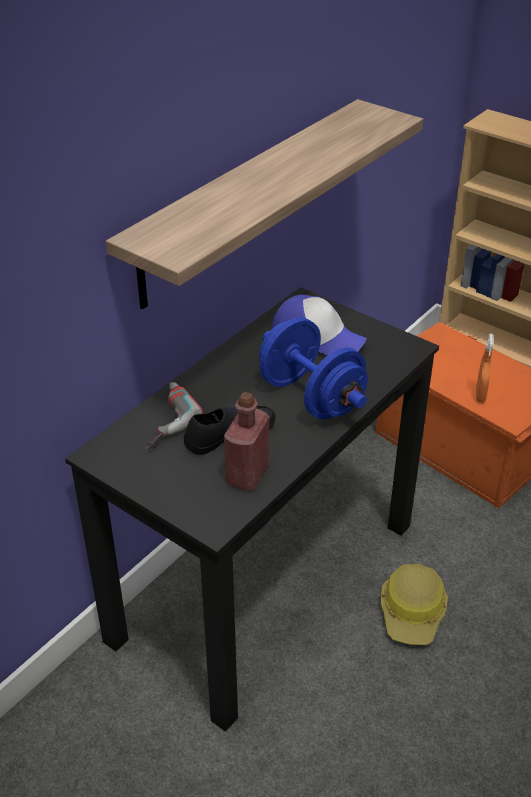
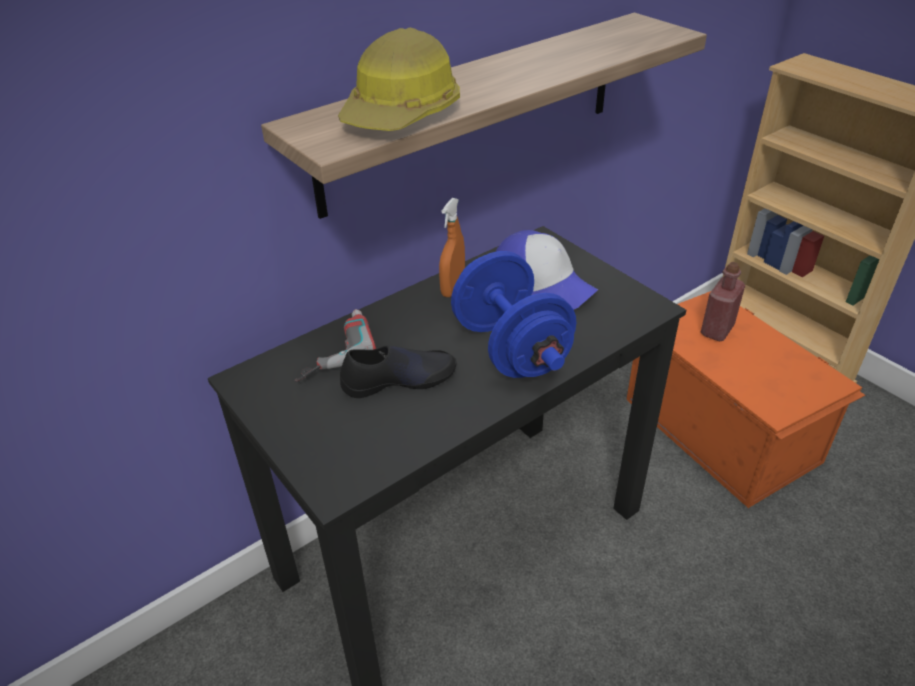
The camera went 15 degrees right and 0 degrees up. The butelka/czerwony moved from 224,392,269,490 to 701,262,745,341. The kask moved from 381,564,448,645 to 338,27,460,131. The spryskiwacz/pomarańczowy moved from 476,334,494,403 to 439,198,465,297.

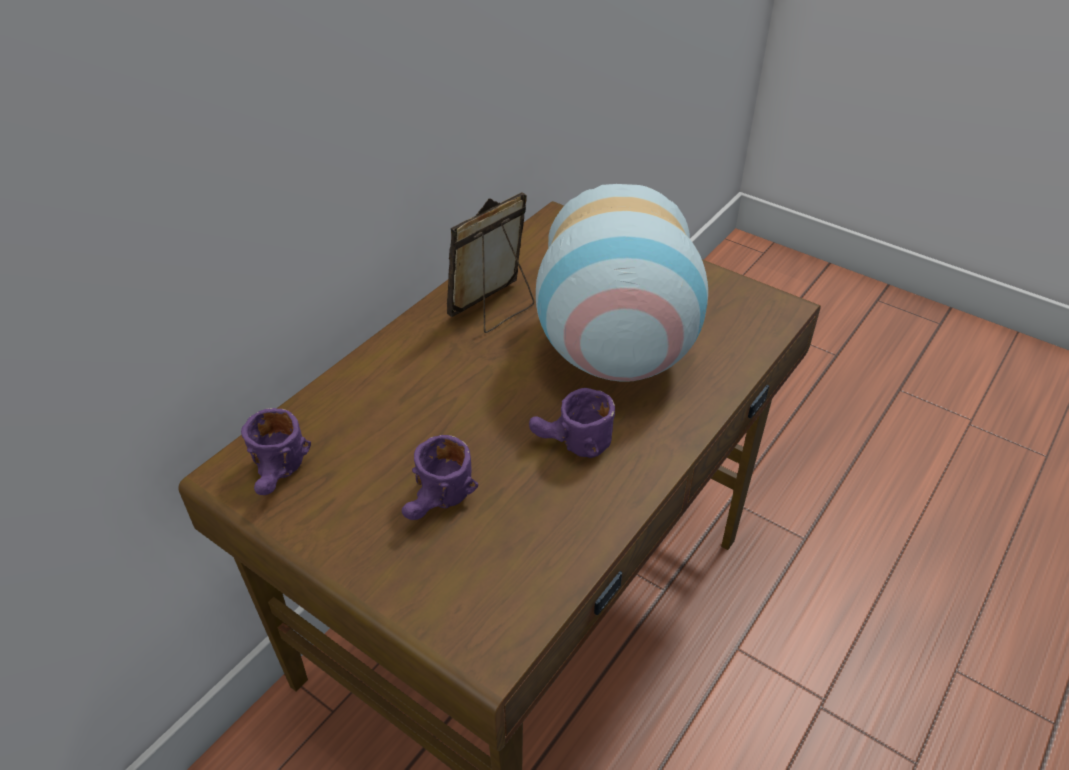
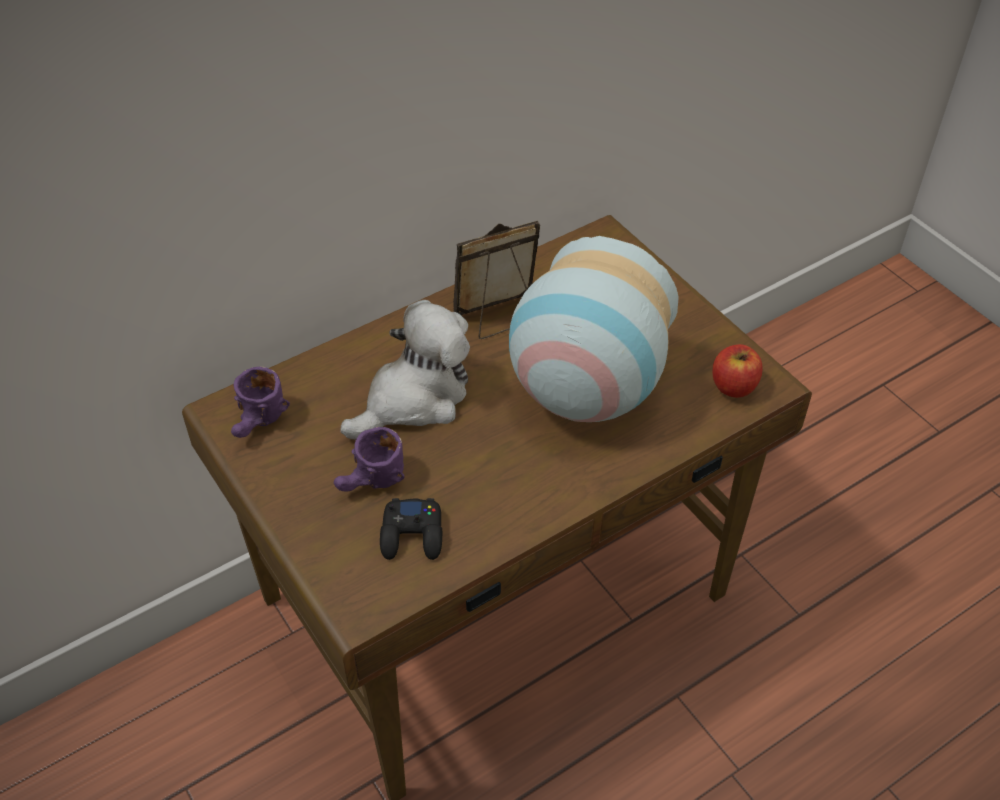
The camera went 20 degrees right and 5 degrees up. The kubek/fioletowy at 529,388,615,458 disappeared. The pluszak at 341,300,470,439 appeared. The pad do gier/czarny at 380,498,442,560 appeared. The jabłko at 712,344,762,398 appeared.

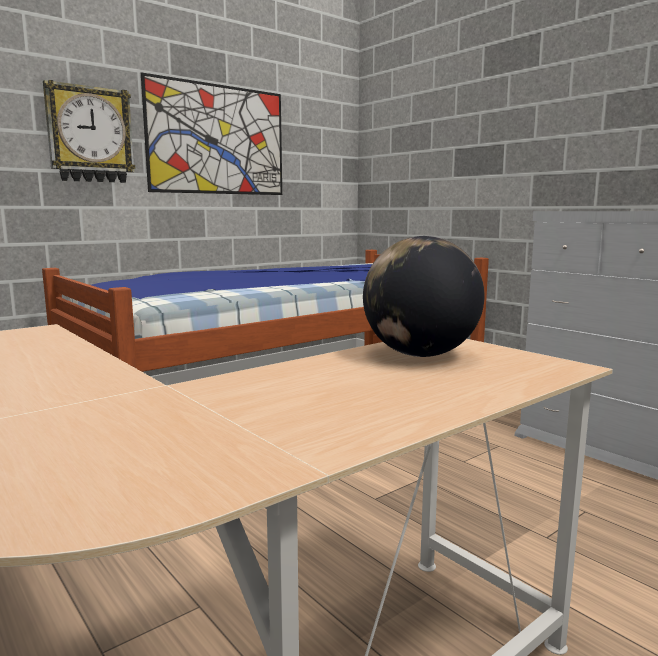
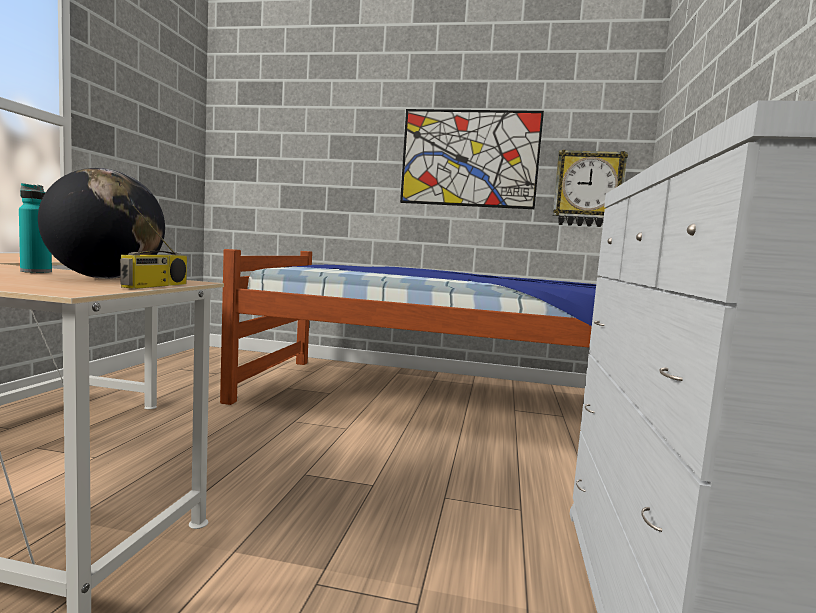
The camera went 50 degrees right and 5 degrees down. The zegar ścienny moved from 43,80,135,183 to 553,150,628,227. The butelka/turkusowy at 19,183,52,273 appeared. The radio at 120,205,187,289 appeared.

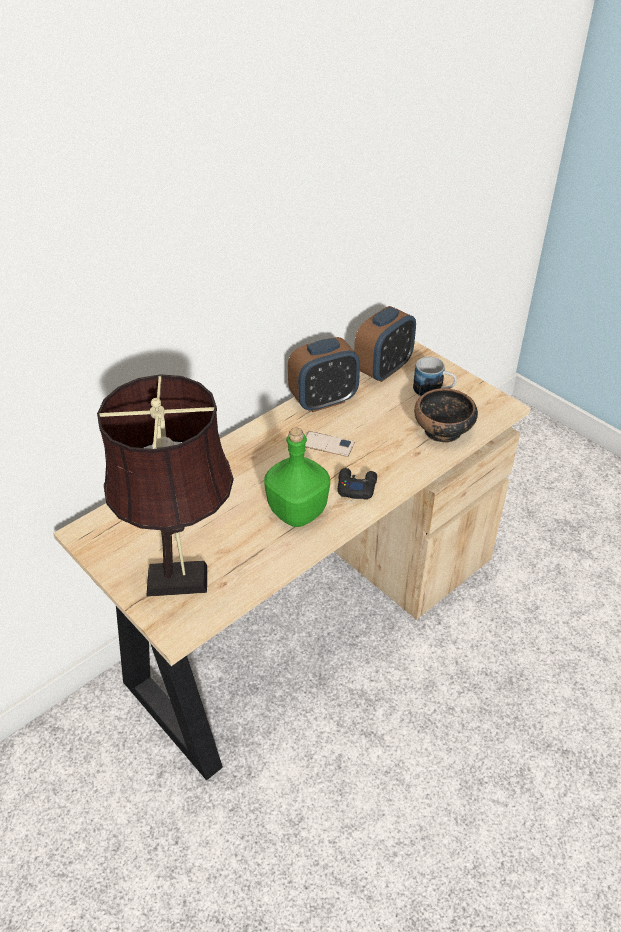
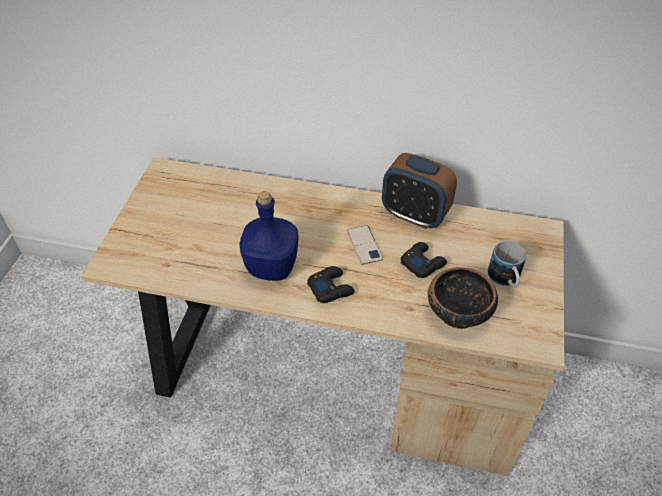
The camera went 55 degrees right and 5 degrees up. The lampa stołowa/brązowy at 97,374,234,597 disappeared. The butelka/zielony at 264,428,330,527 became the butelka/niebieski at 239,191,299,281. The budzik at 354,306,416,382 disappeared. The pad do gier/czarny at 401,242,447,278 appeared.

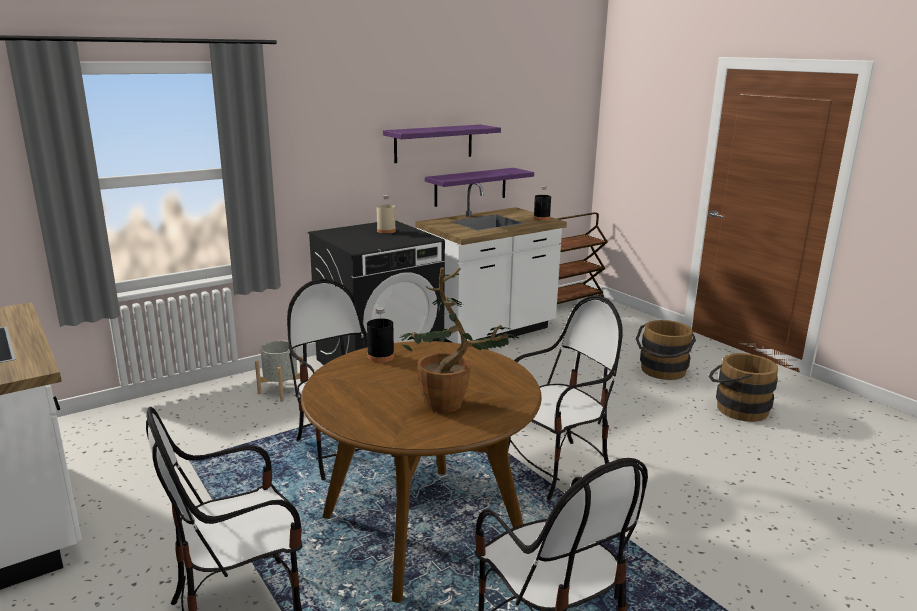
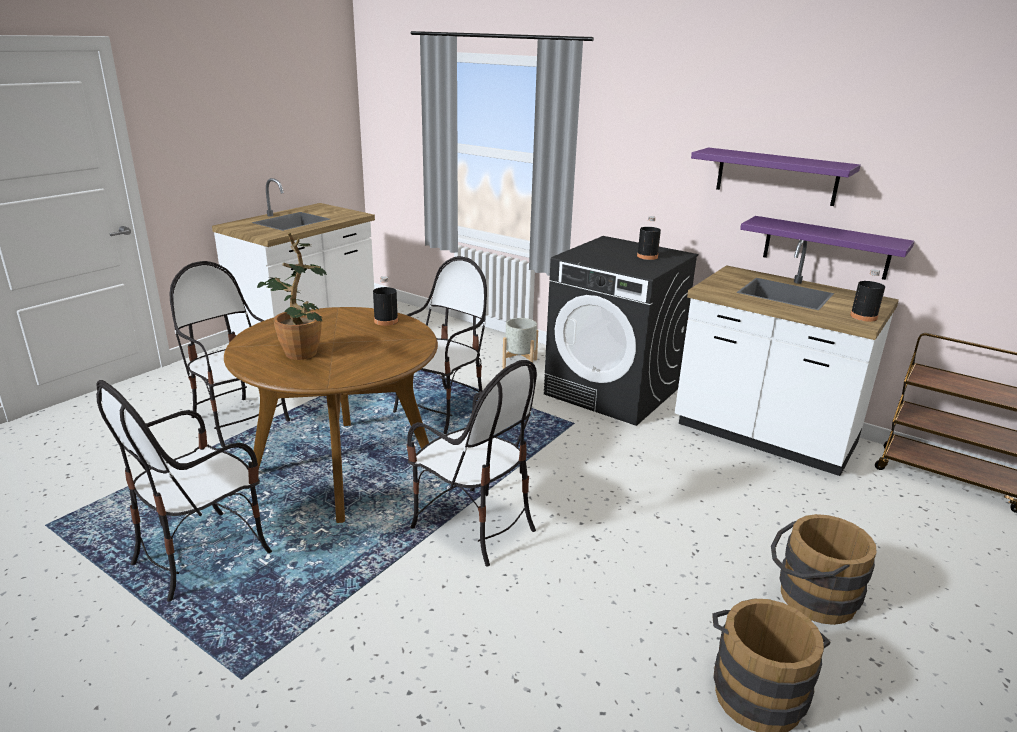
The camera went 70 degrees right and 5 degrees up. The butelka/beżowy at 377,195,396,234 became the butelka/czarny at 637,216,661,260.

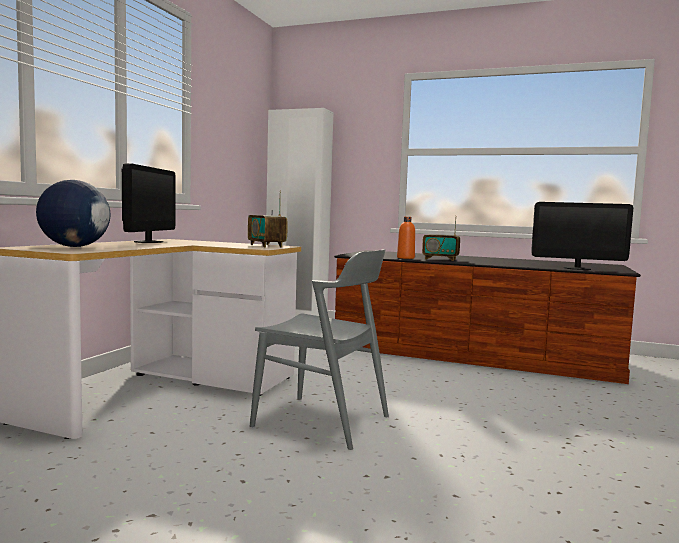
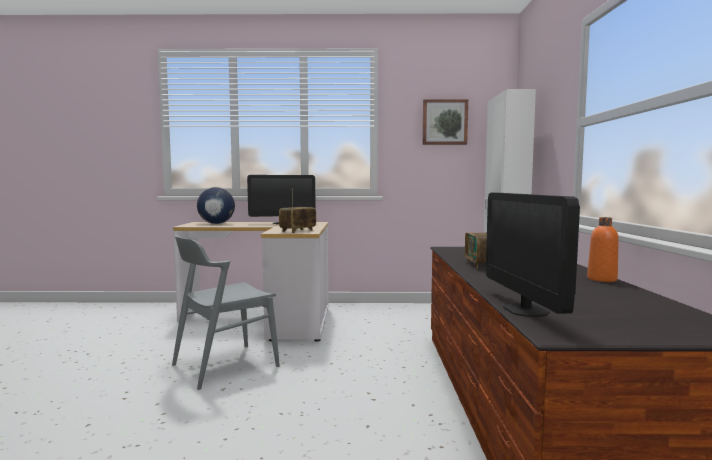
The camera went 70 degrees right and 0 degrees up. The krzesło/szary at 250,249,389,450 turned 45 degrees clockwise. The butelka/pomarańczowy moved from 397,217,415,259 to 587,217,619,282. The obraz at 422,99,468,145 appeared.

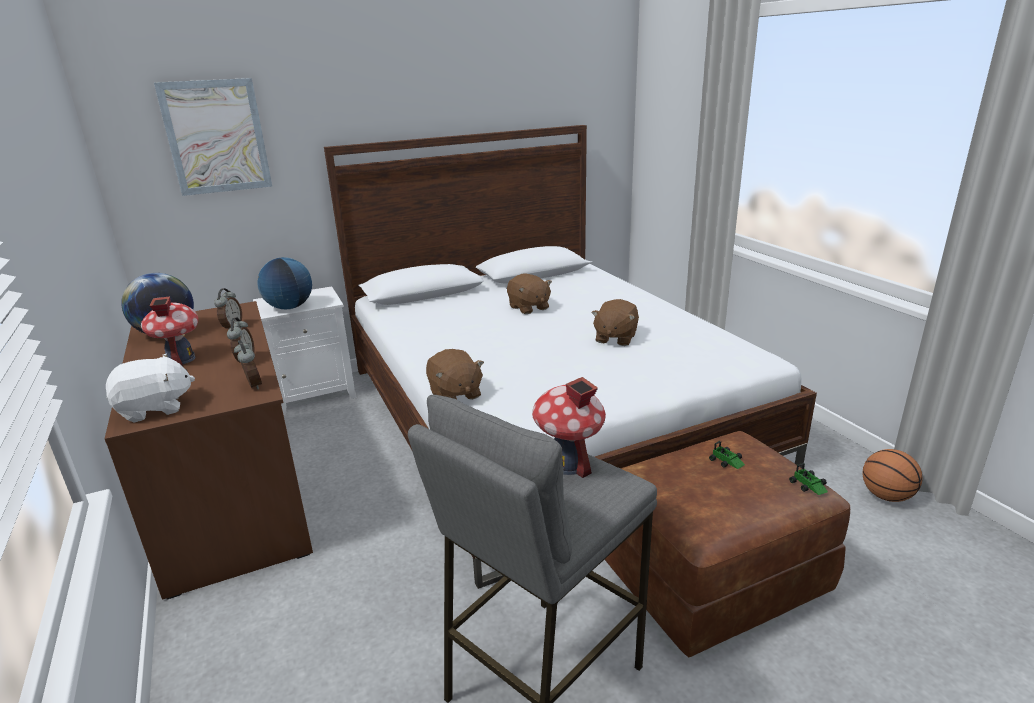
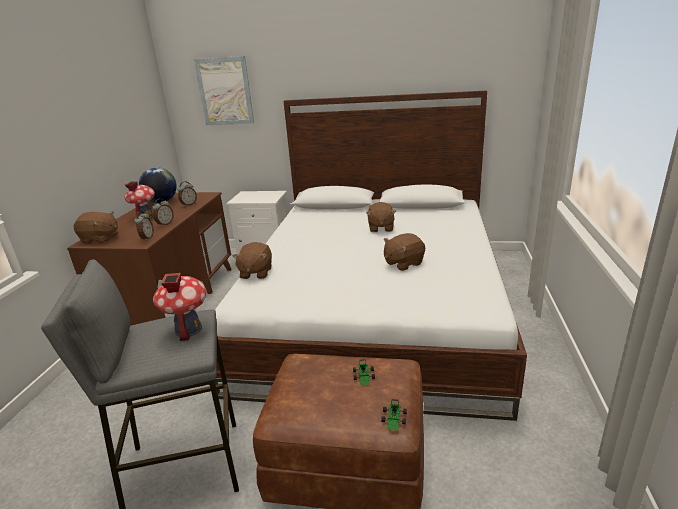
The camera went 35 degrees right and 0 degrees up. The pluszak/biały at 106,354,195,422 became the pluszak/brązowy at 74,211,118,244. The globus at 257,257,312,309 disappeared. The piłka do koszykówki at 863,449,923,502 disappeared.

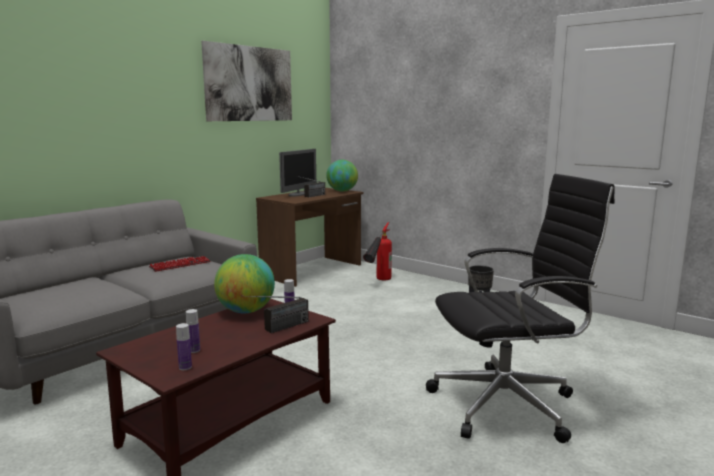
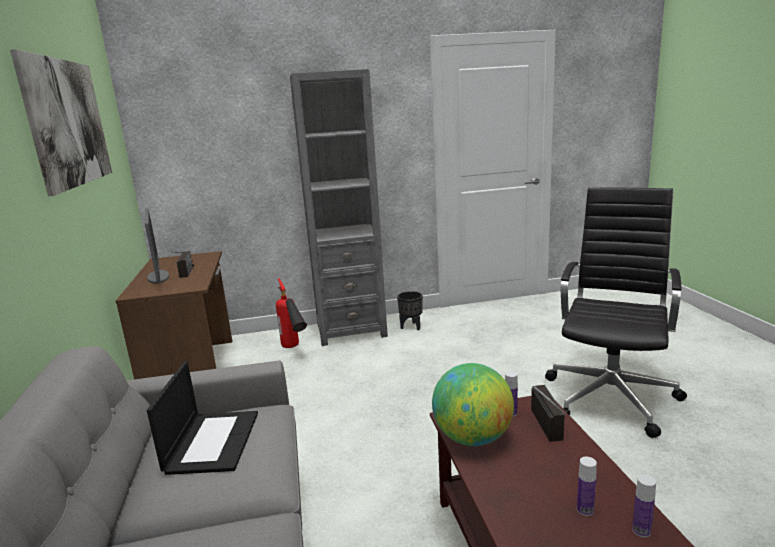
The camera went 50 degrees left and 5 degrees up. The klawiatura at 149,256,210,272 was replaced by the laptop at 147,361,258,475. The globus at 326,160,358,192 disappeared. The regał/szary at 290,69,388,346 appeared.

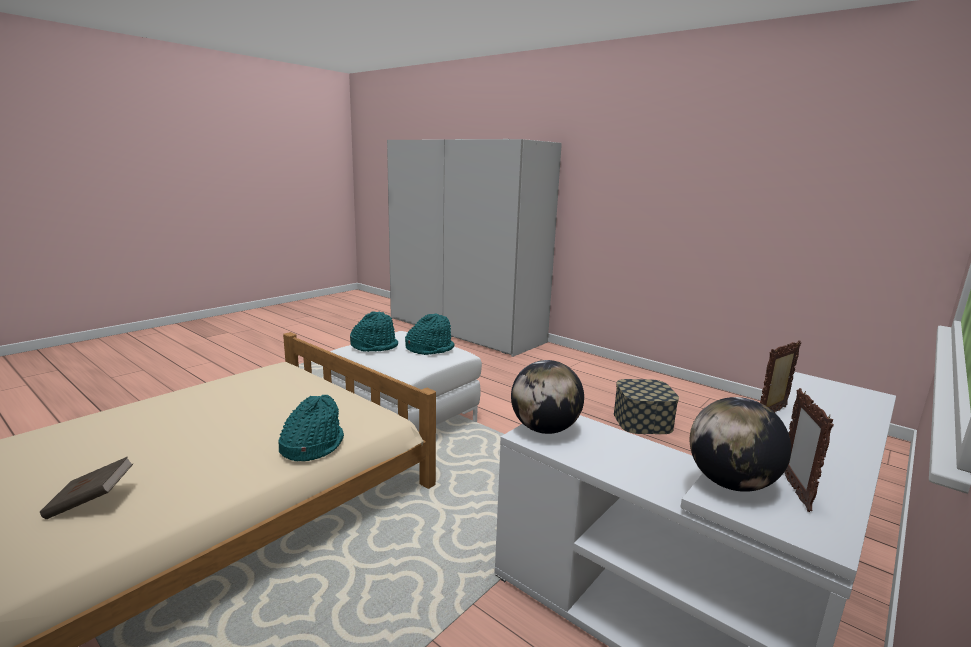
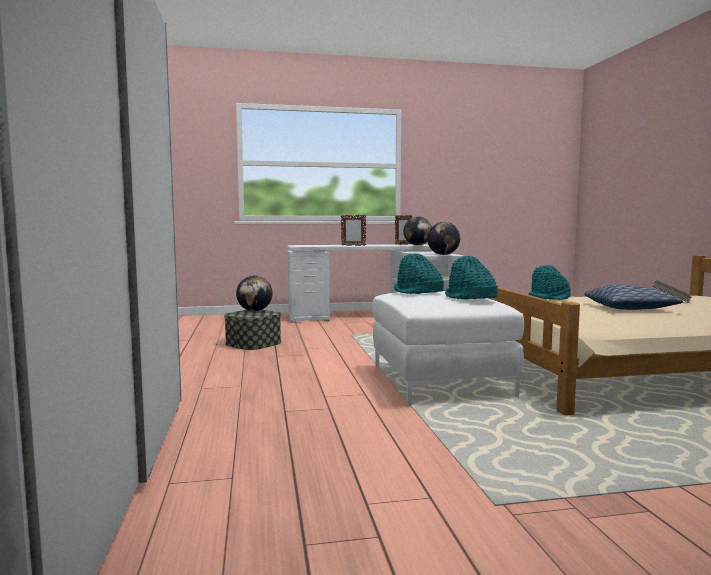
The camera went 140 degrees left and 10 degrees down. The globus at 236,276,273,311 appeared. The poduszka at 584,284,683,310 appeared.

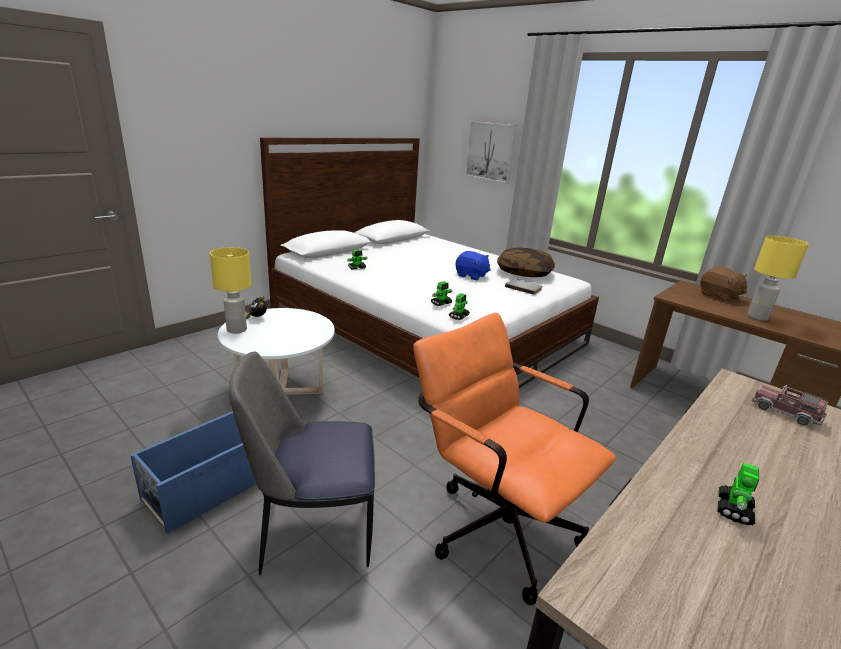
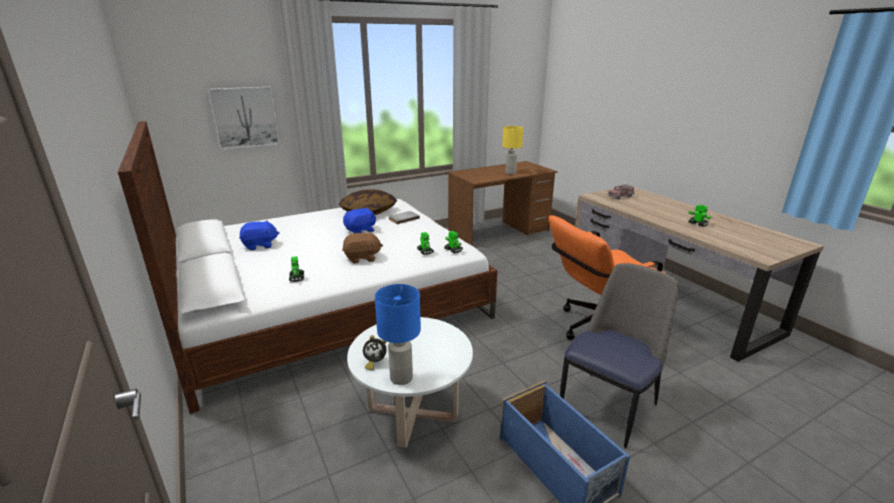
The camera went 70 degrees left and 0 degrees up. The lampa stołowa/żółty at 210,247,252,334 became the lampa stołowa/niebieski at 375,284,421,385. The krzesło at 229,352,375,575 turned 150 degrees counterclockwise. The pluszak/brązowy moved from 700,267,748,302 to 342,231,383,264. The pluszak/niebieski at 239,220,279,250 appeared.

